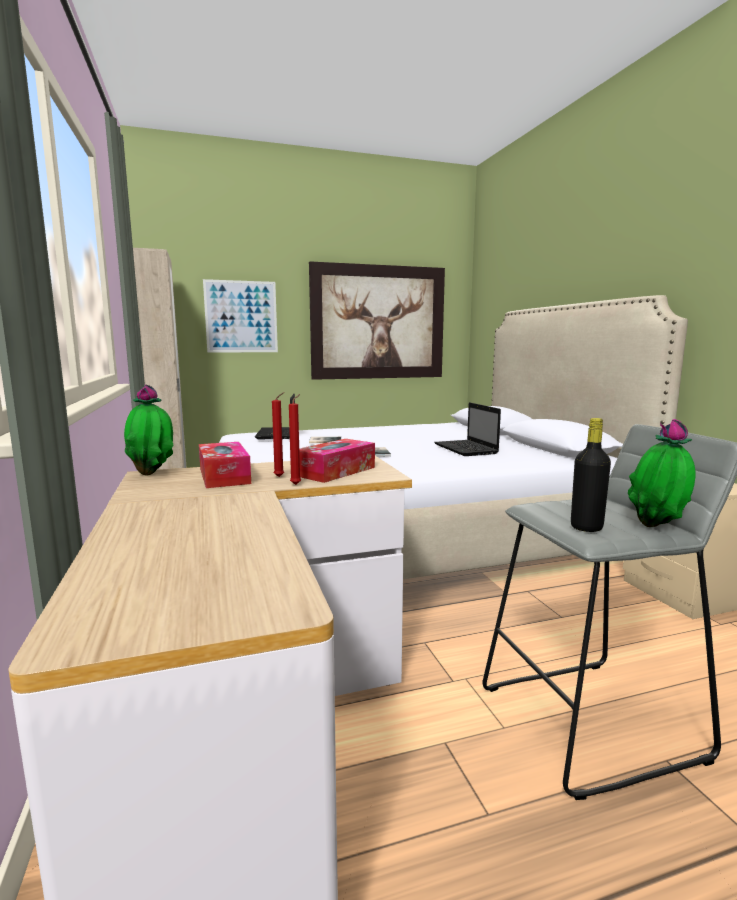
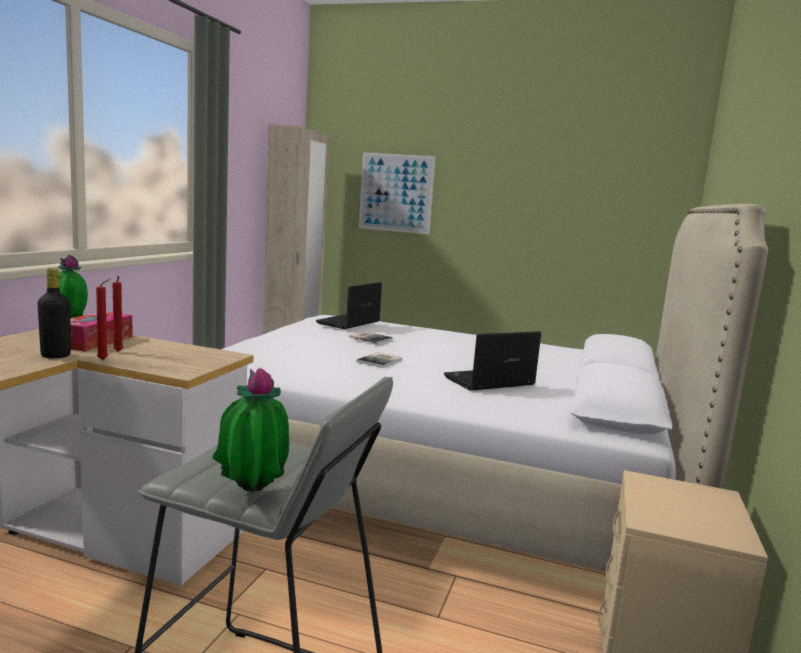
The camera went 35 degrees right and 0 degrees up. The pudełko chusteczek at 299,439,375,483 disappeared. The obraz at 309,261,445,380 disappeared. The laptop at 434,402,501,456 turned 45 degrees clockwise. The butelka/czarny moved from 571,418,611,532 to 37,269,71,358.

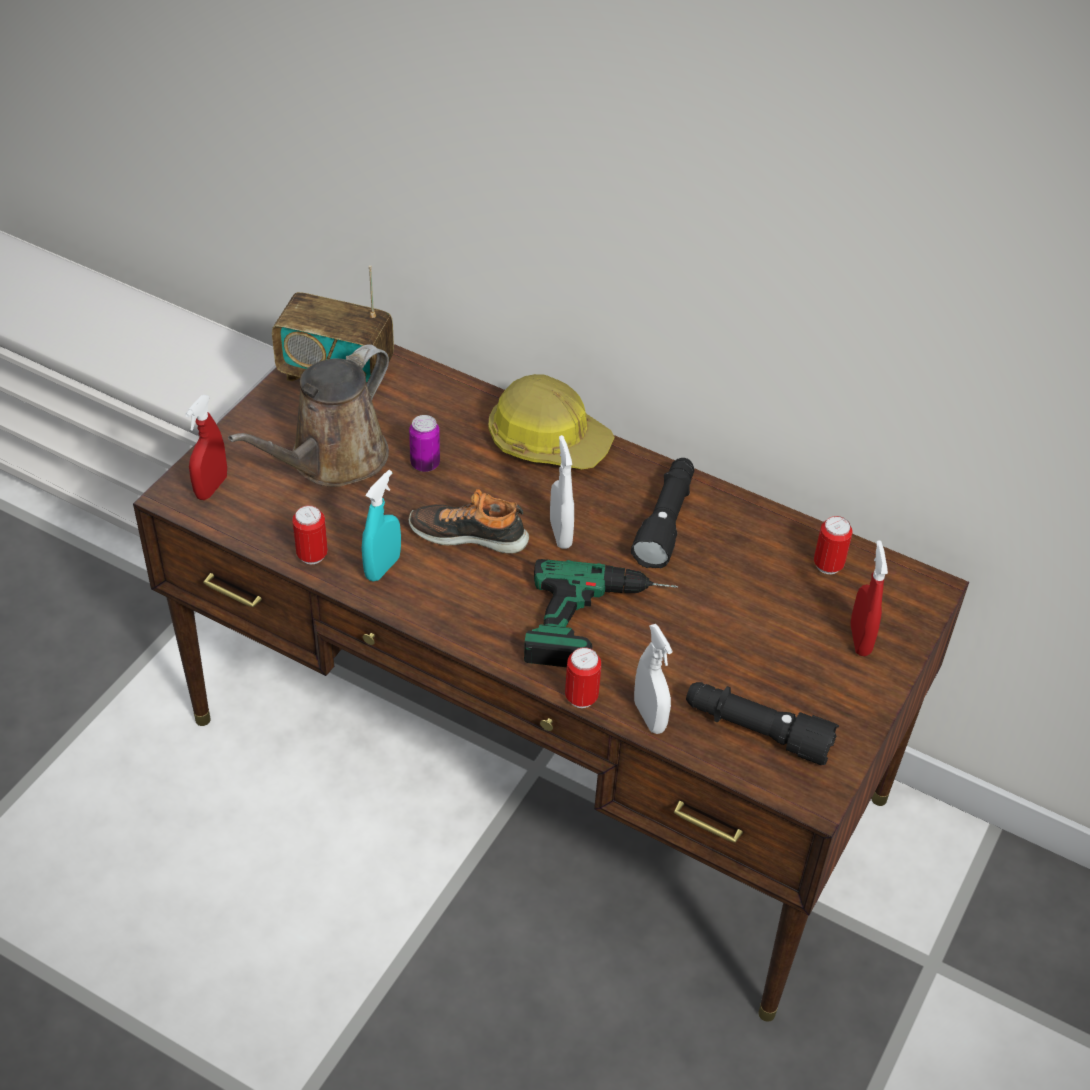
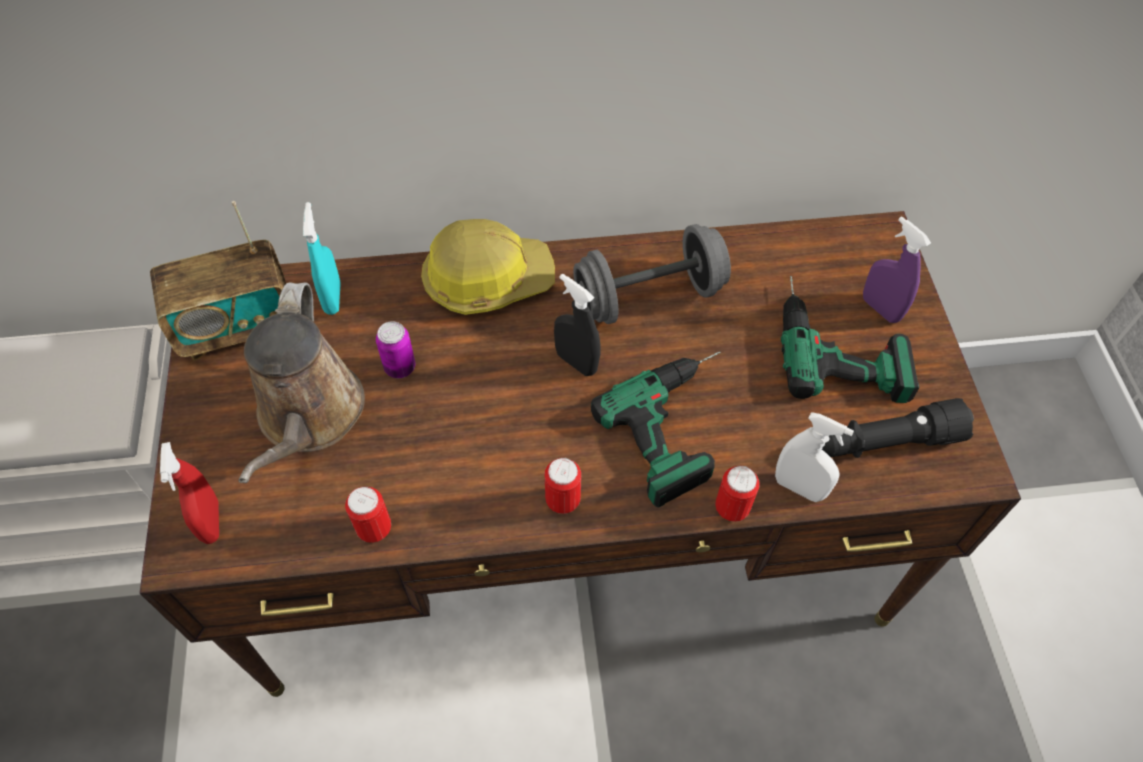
The camera went 35 degrees left and 10 degrees up. The spryskiwacz/turkusowy moved from 362,470,401,581 to 303,202,340,315. The but at 409,489,529,553 disappeared. The spryskiwacz/biały at 550,435,574,549 became the spryskiwacz/czarny at 554,274,601,376. The latarka/czarny at 631,458,694,569 was replaced by the hantel/szary at 573,224,731,324. The puszka moved from 814,516,853,574 to 545,458,581,514. The spryskiwacz/czerwony at 851,540,888,656 became the spryskiwacz/fioletowy at 863,216,931,323. The wiertarka at 781,276,919,403 appeared.

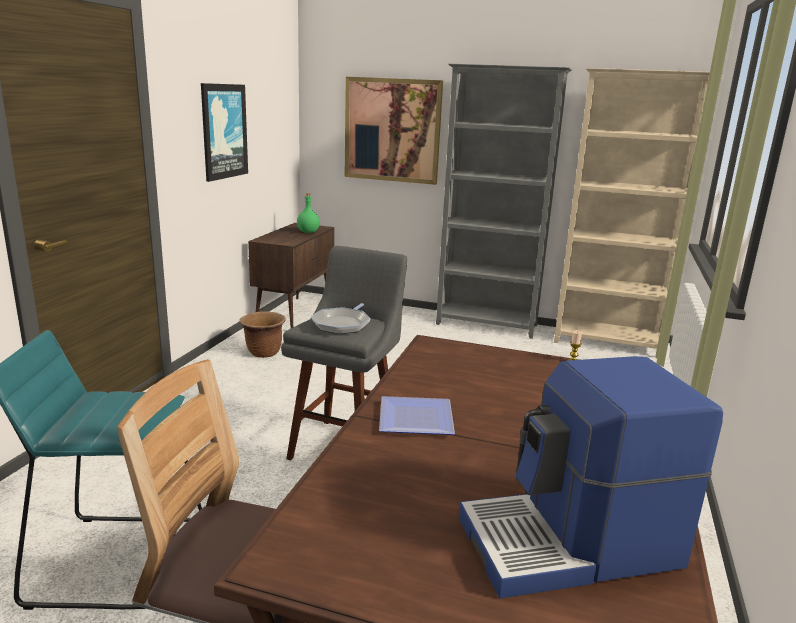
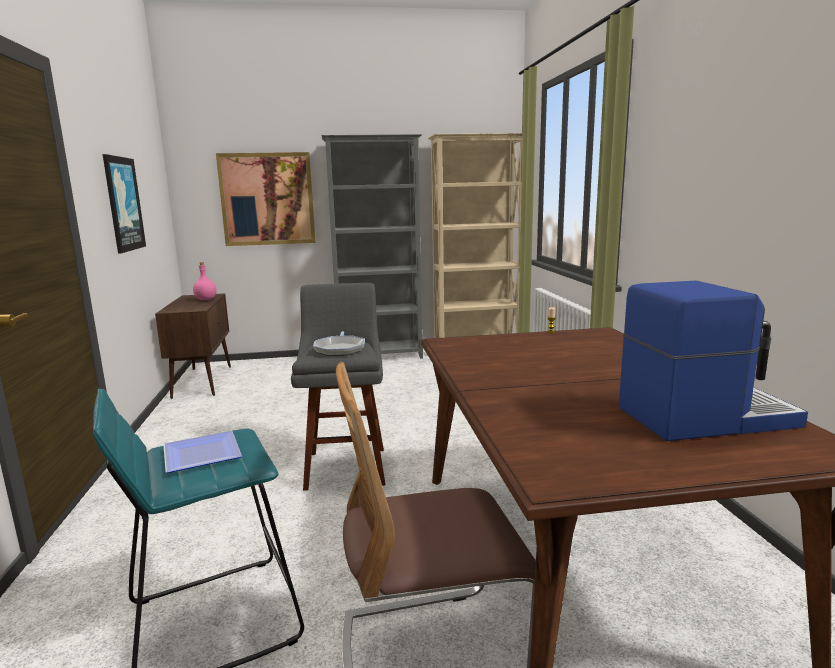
The camera went 25 degrees left and 5 degrees down. The donica/brązowy at 239,311,286,358 disappeared. The butelka/zielony at 297,193,320,233 became the butelka/różowy at 193,262,216,300. The talerz moved from 379,396,455,435 to 163,431,242,473. The ekspres do kawy at 459,356,723,598 turned 150 degrees counterclockwise.

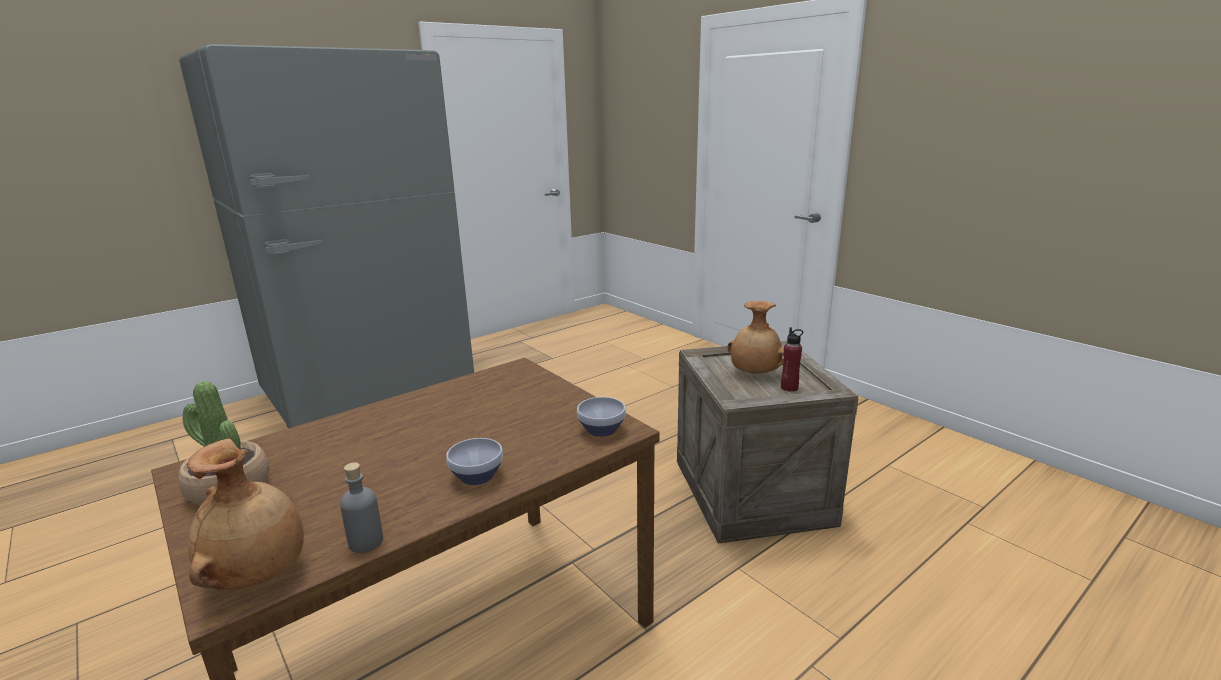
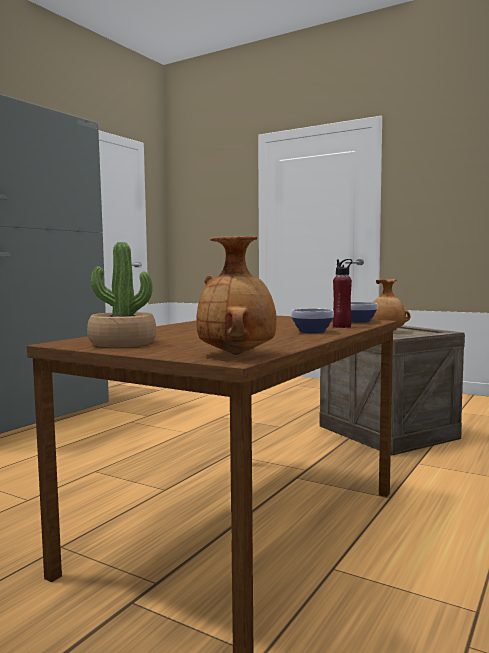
The camera went 20 degrees left and 15 degrees down. The butelka/szary at 340,462,383,553 disappeared. The butelka/czerwony moved from 781,327,803,392 to 333,259,352,328.

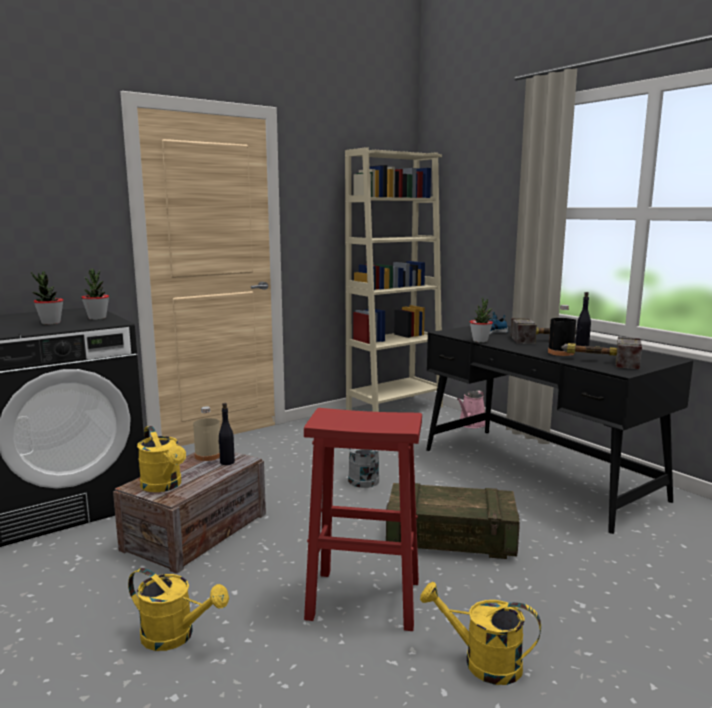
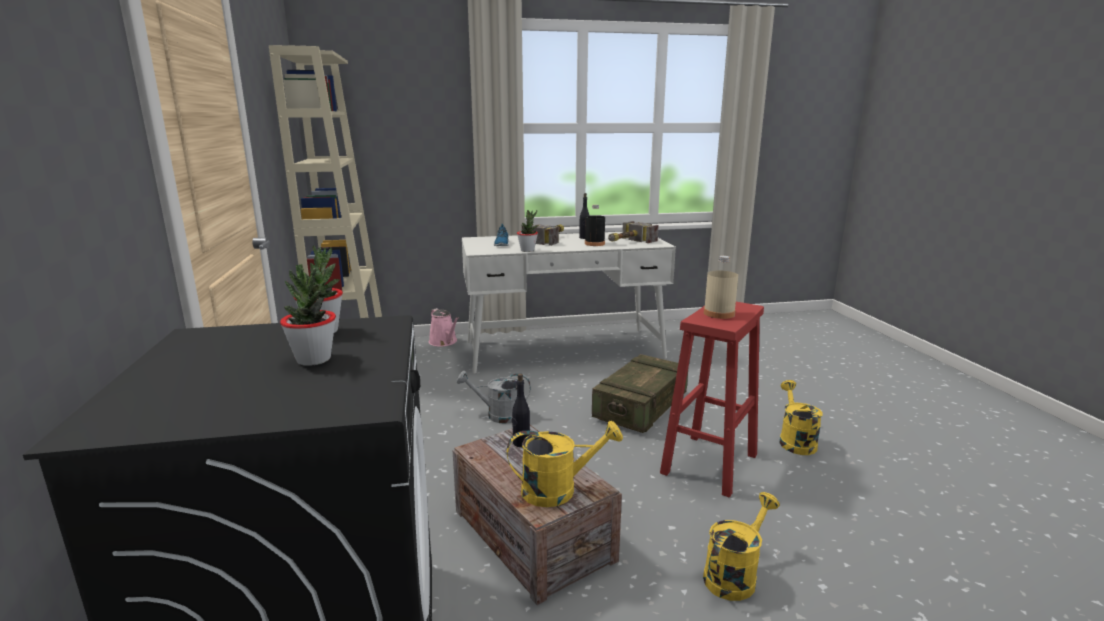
The camera went 65 degrees left and 5 degrees up. The butelka/beżowy moved from 193,406,220,461 to 704,256,738,319. The konewka/żółty at 420,582,541,685 turned 135 degrees clockwise. The biurko/czarny at 426,326,693,534 became the biurko/biały at 462,232,676,374.

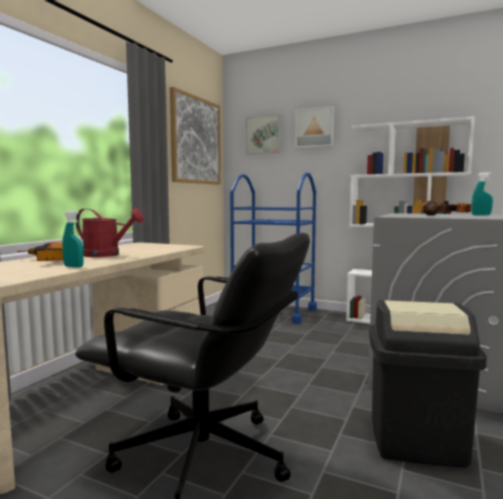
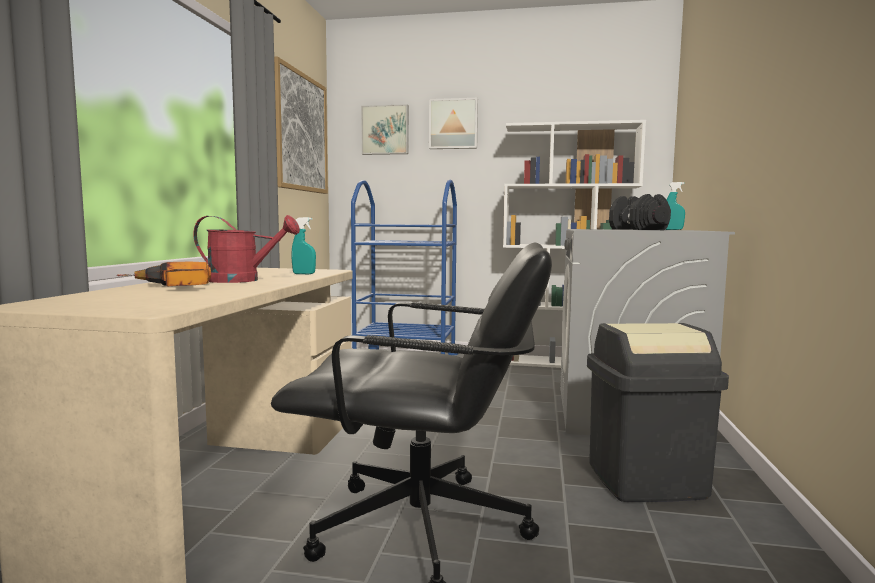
The camera went 15 degrees left and 0 degrees up. The spryskiwacz/turkusowy moved from 62,211,84,268 to 291,217,316,274. The wiertarka at 420,201,471,215 was replaced by the hantel/czarny at 609,194,671,230.

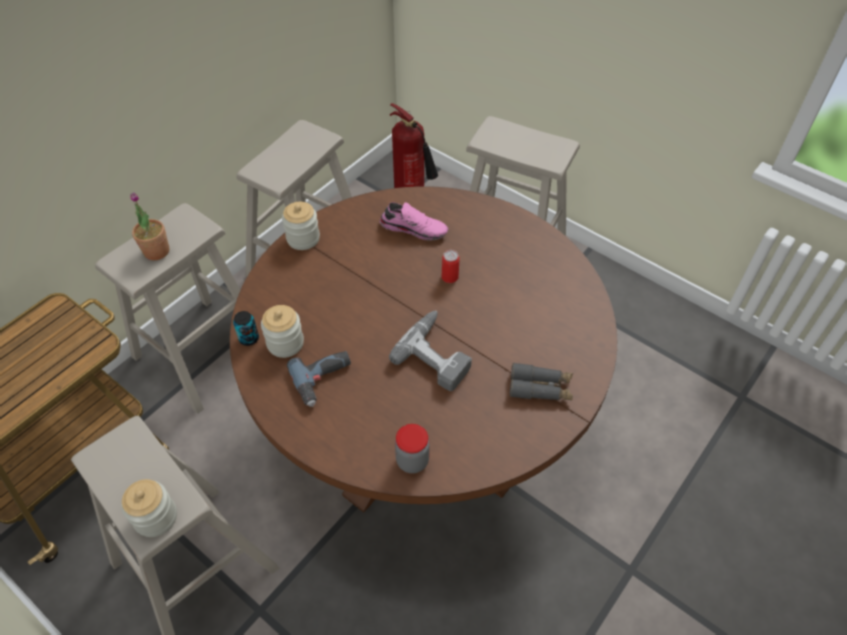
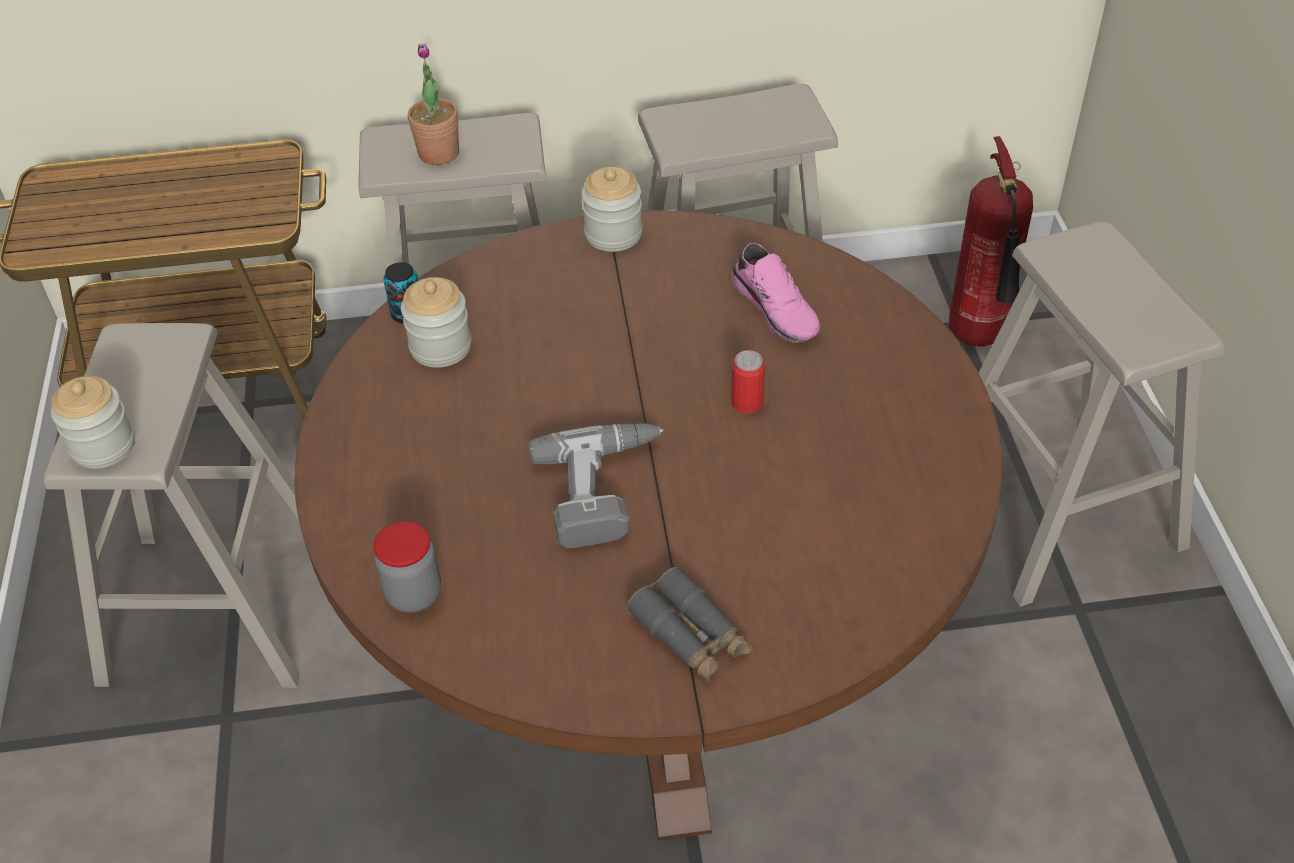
The camera went 45 degrees right and 5 degrees down. The wiertarka at 287,351,351,407 disappeared.

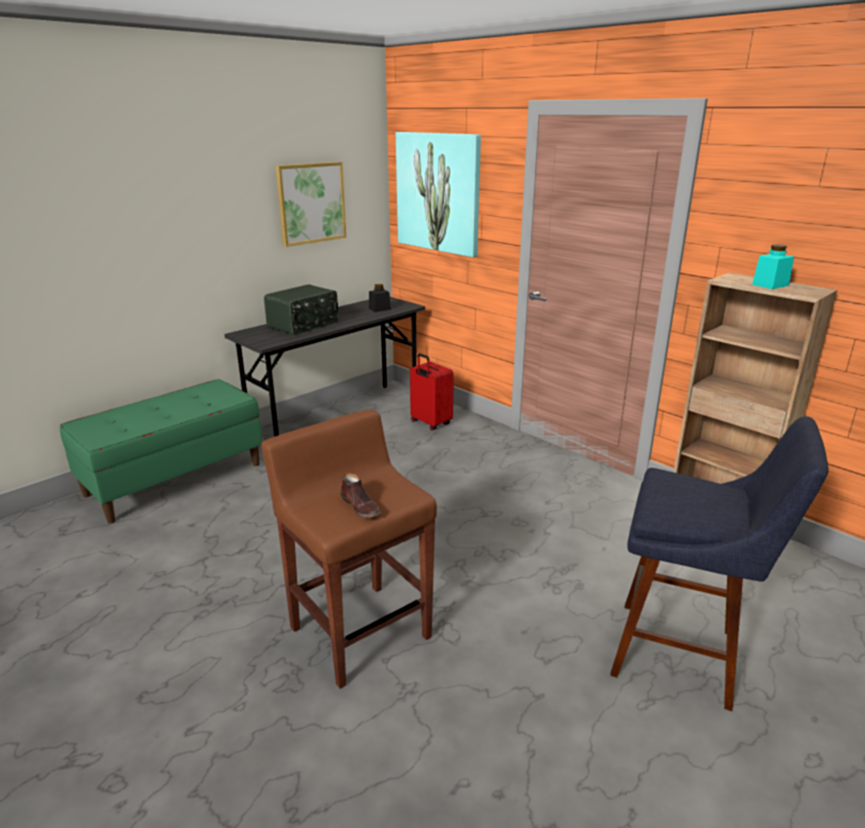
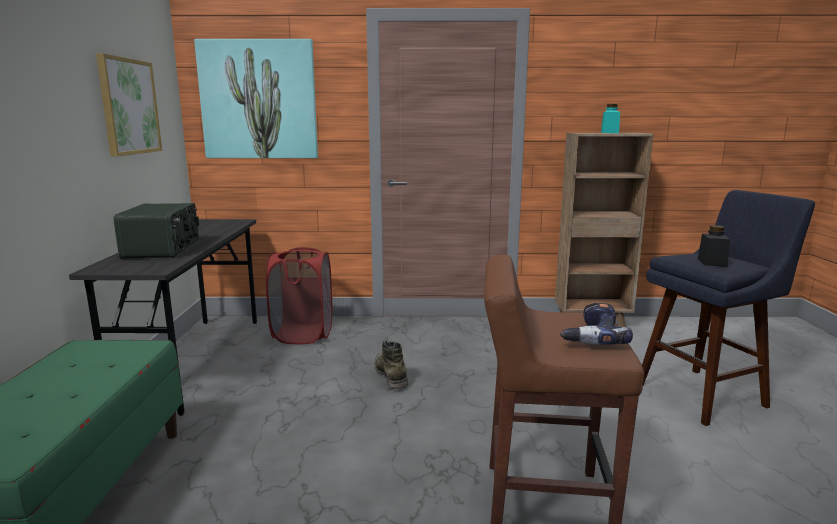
The camera went 45 degrees left and 10 degrees down. The but/brązowy at 341,473,381,518 was replaced by the wiertarka at 560,303,633,345. The słoik/czarny moved from 369,284,391,312 to 698,225,730,267. The walizka/czerwony at 410,353,454,430 was replaced by the kosz na pranie/czerwony at 266,247,332,344. The but z cholewką/zielony at 374,340,408,389 appeared.

